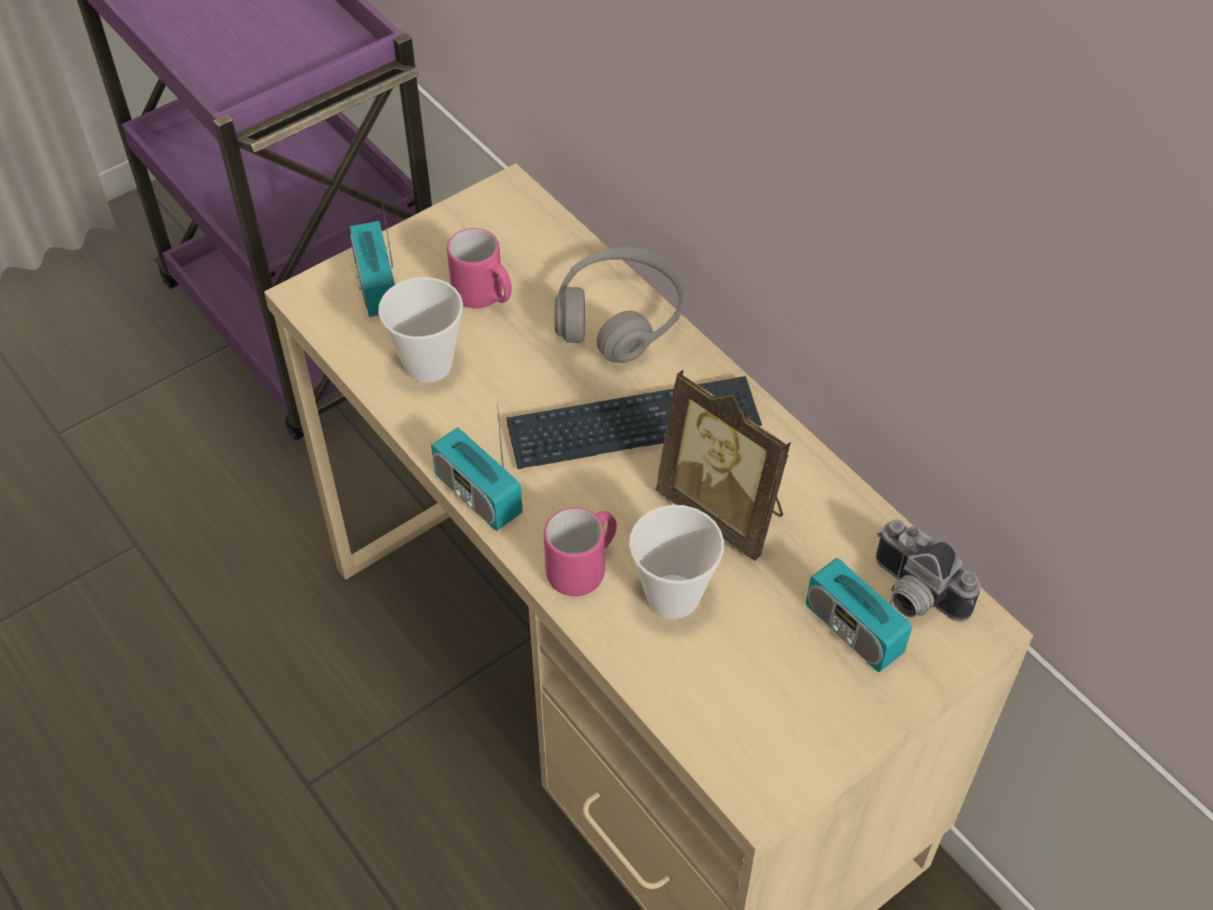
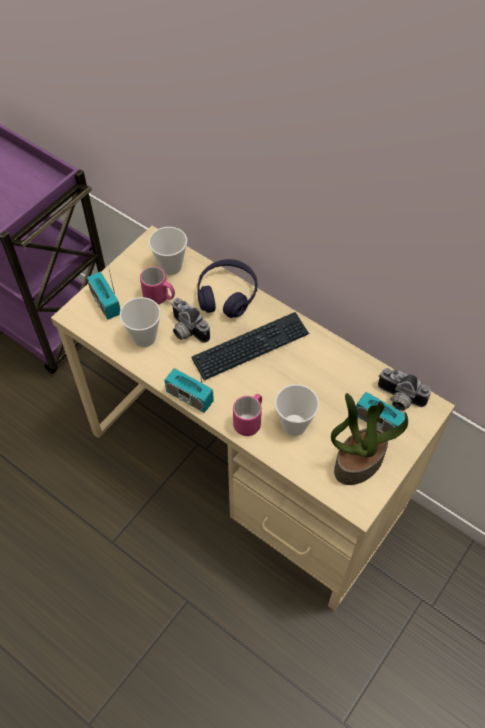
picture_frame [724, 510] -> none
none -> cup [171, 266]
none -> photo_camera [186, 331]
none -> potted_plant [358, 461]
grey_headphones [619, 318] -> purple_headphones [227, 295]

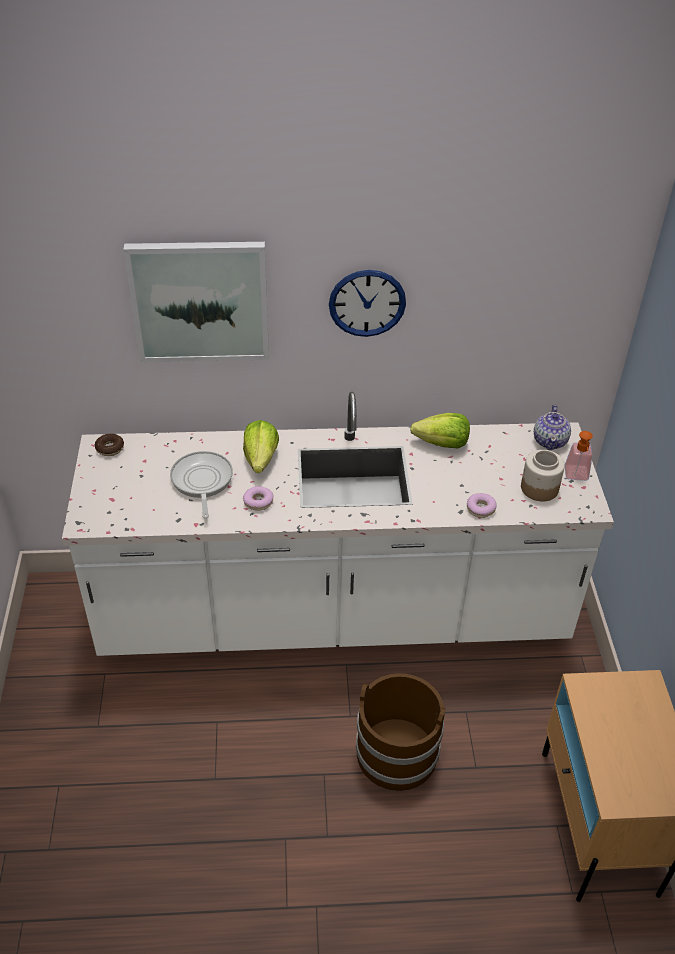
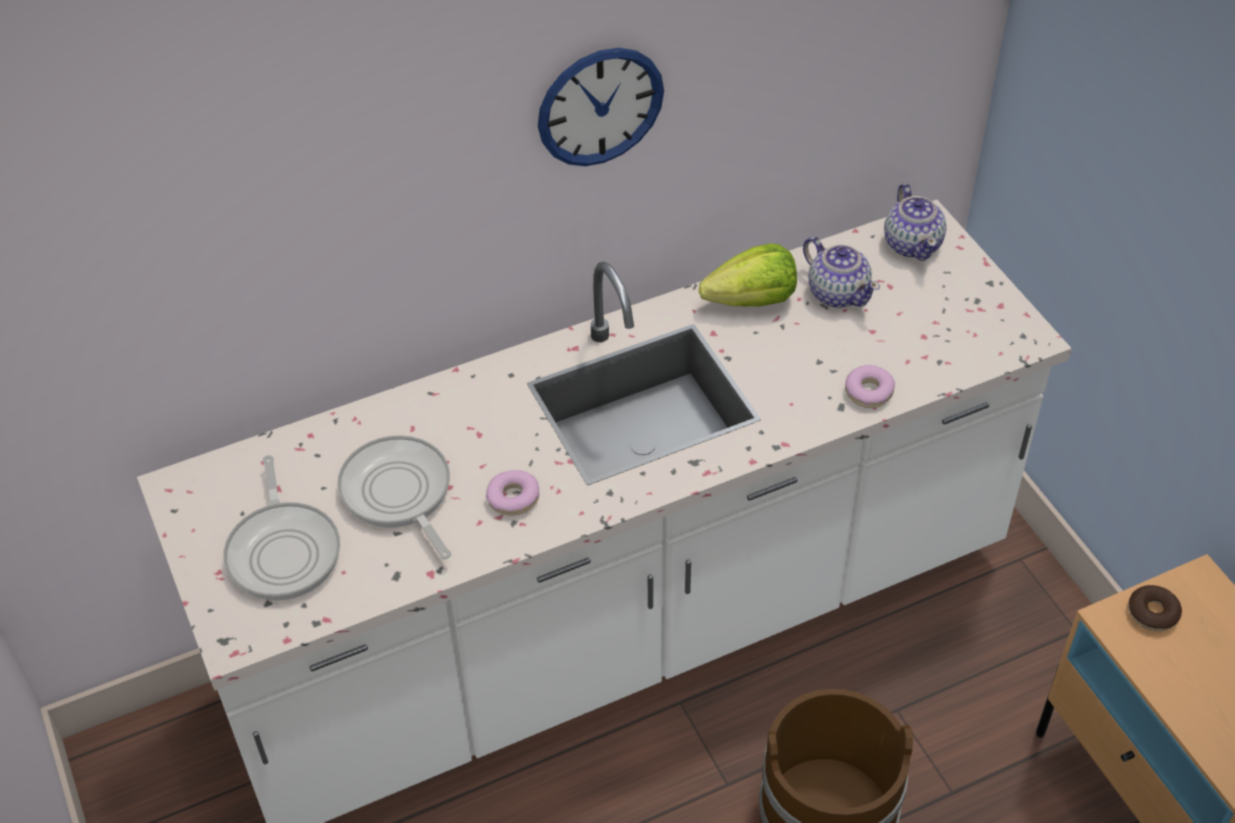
picture [200, 301] -> none
lettuce [260, 459] -> none
jar [539, 488] -> none
soap_dispenser [576, 477] -> none
none -> frying_pan [284, 550]
none -> teapot [837, 292]
donut [110, 448] -> donut [1152, 613], relocated

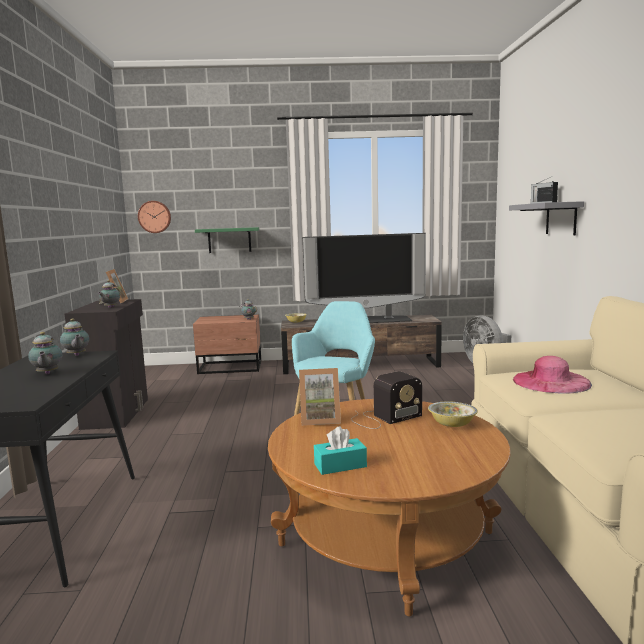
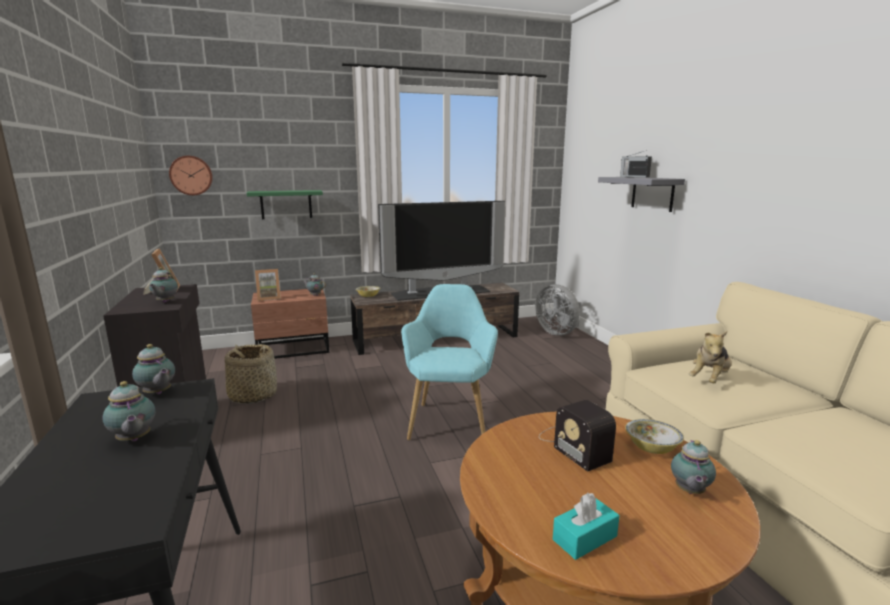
none -> basket [252, 395]
none -> teapot [689, 491]
picture_frame [320, 419] -> picture_frame [269, 298], relocated
pink_hat [551, 381] -> plush_toy [709, 379]
radio [383, 418] -> radio [572, 445], 105 degrees clockwise

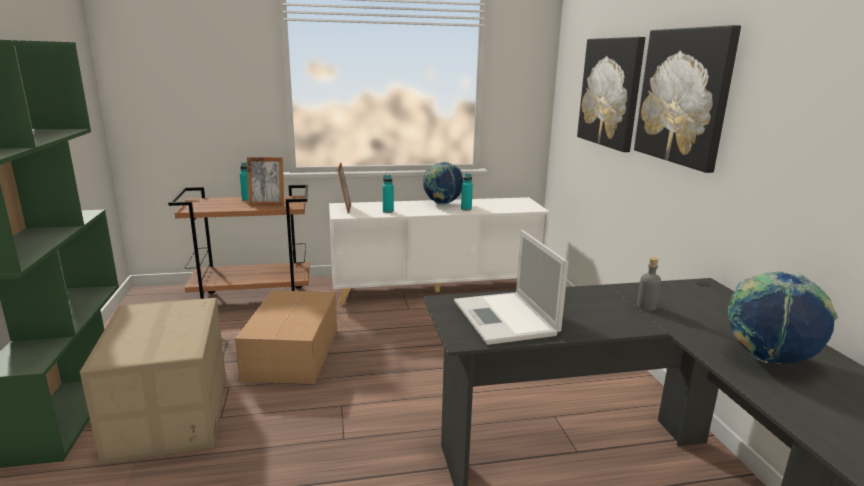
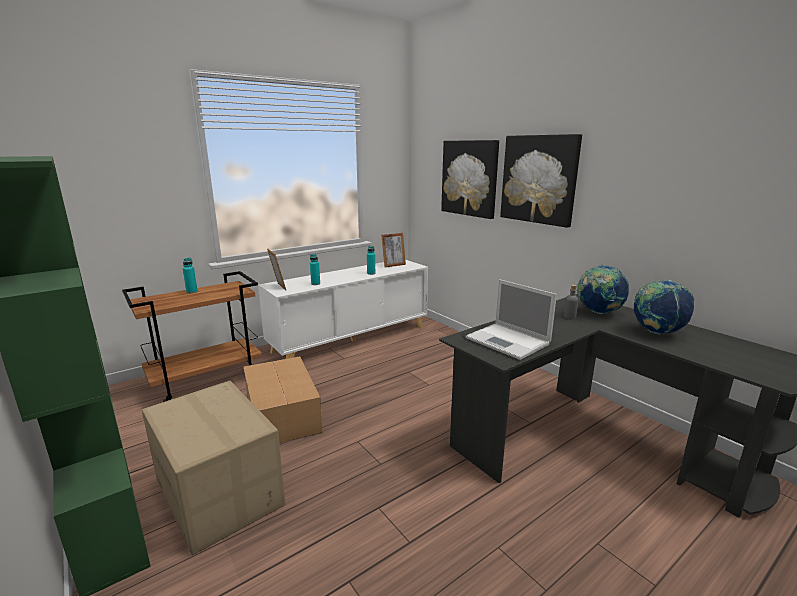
picture_frame [267, 204] -> picture_frame [393, 265], relocated
globe [442, 204] -> globe [598, 312], relocated

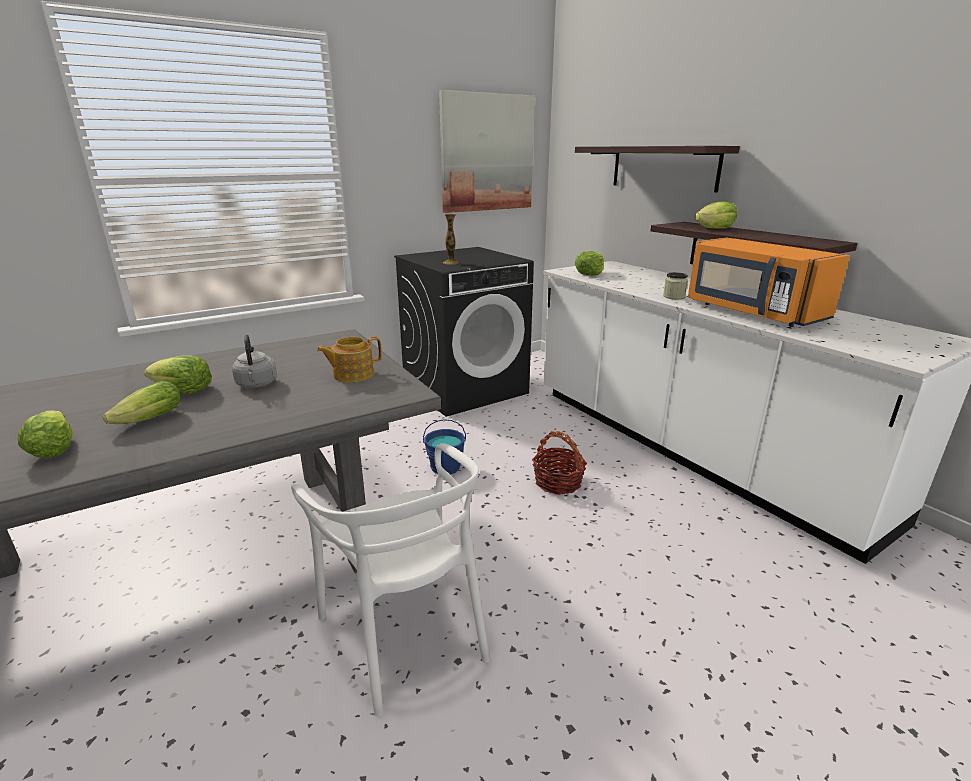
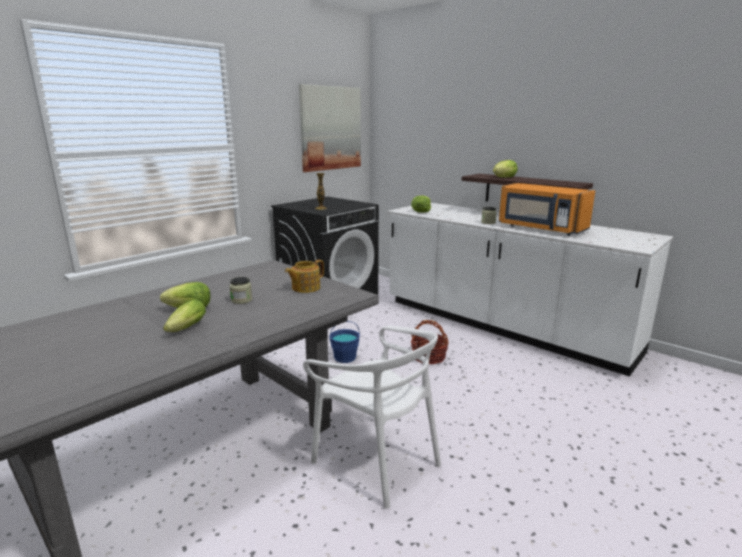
lettuce [55, 446] -> none
shelf [663, 167] -> none
grey_kettle [256, 385] -> jar [241, 300]

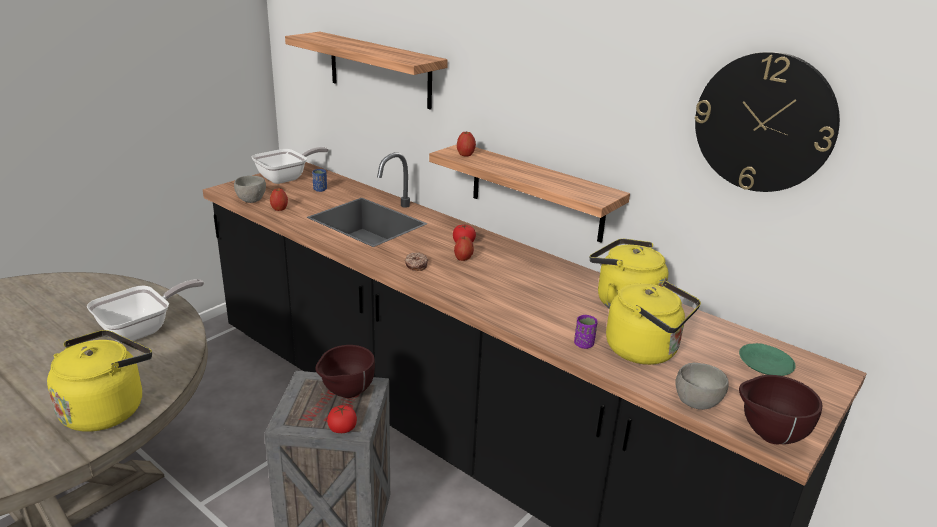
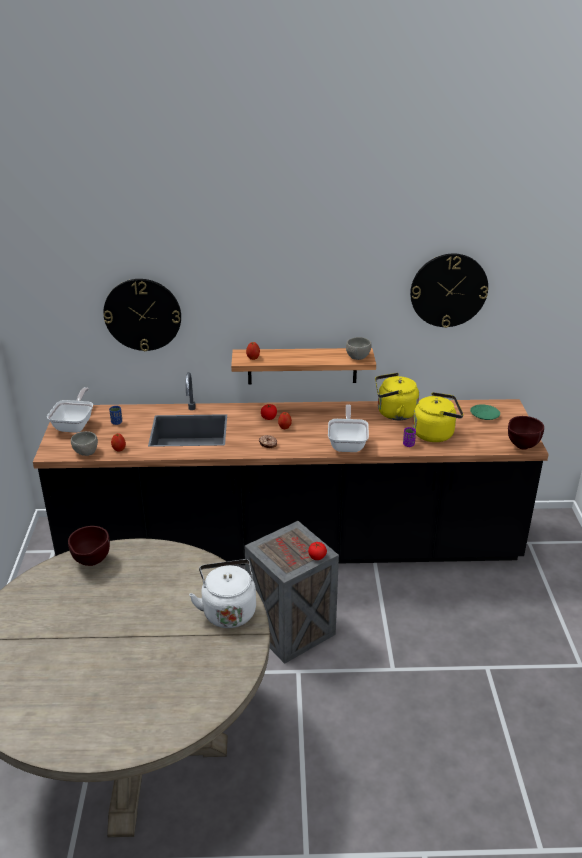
frying_pan [142, 329] -> frying_pan [348, 443], relocated
brown_bowl [346, 394] -> brown_bowl [91, 563], relocated
grey_bowl [696, 401] -> grey_bowl [357, 356], relocated
shelf [379, 70] -> wall_clock [142, 314]
yellow_kettle [107, 408] -> white_kettle [228, 610]

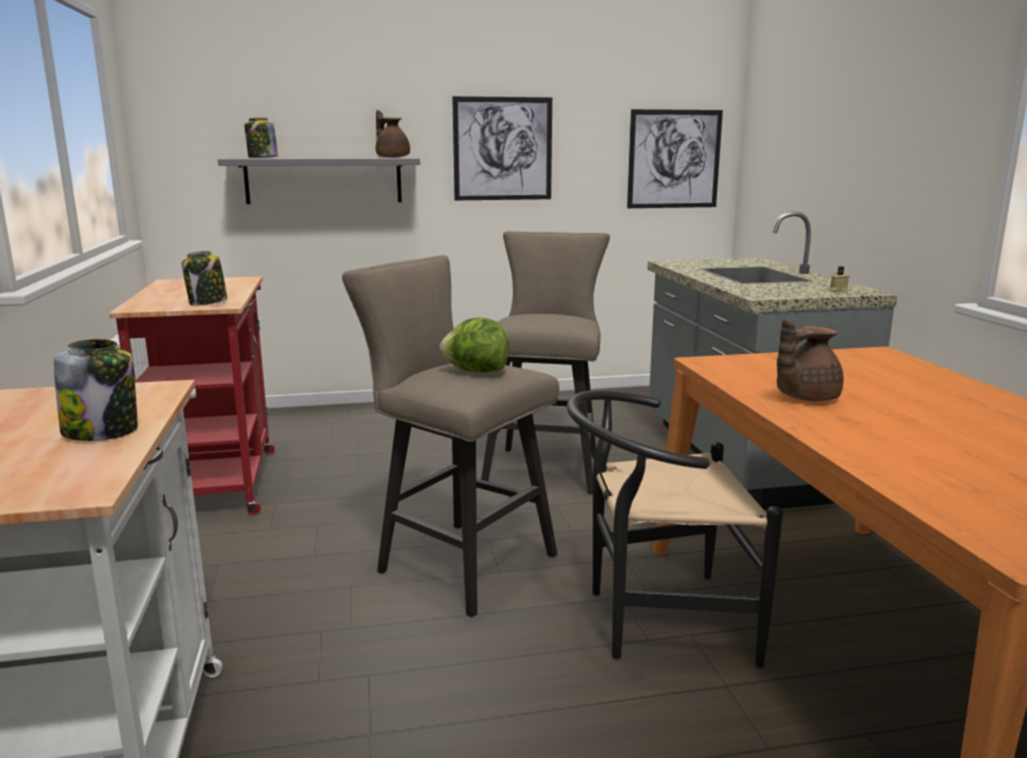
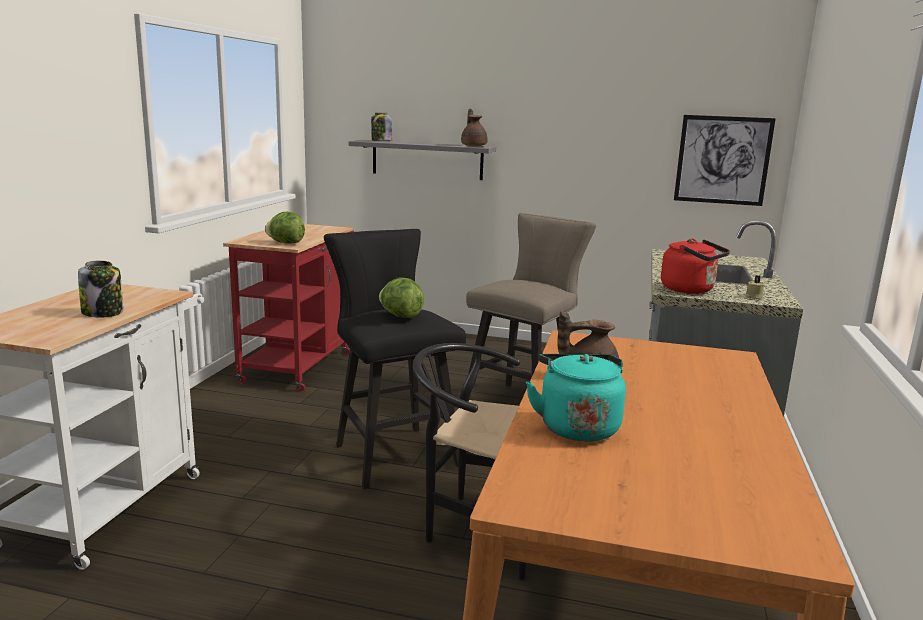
picture [502, 149] -> none
none -> turquoise_kettle [577, 426]
none -> red_kettle [690, 290]
jar [207, 302] -> lettuce [285, 243]
beige_stool [457, 561] -> black_stool [391, 452]

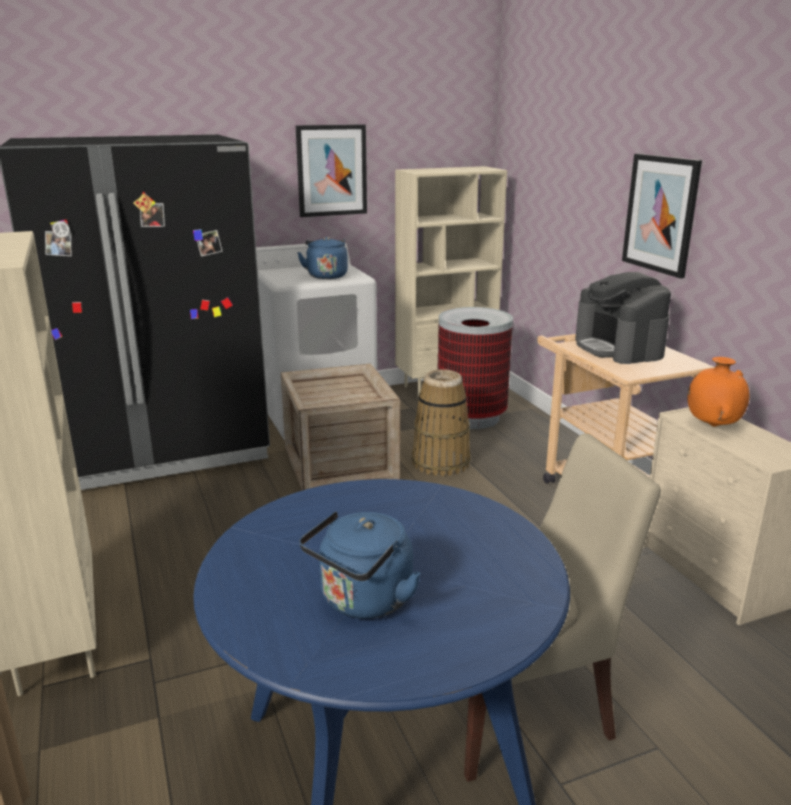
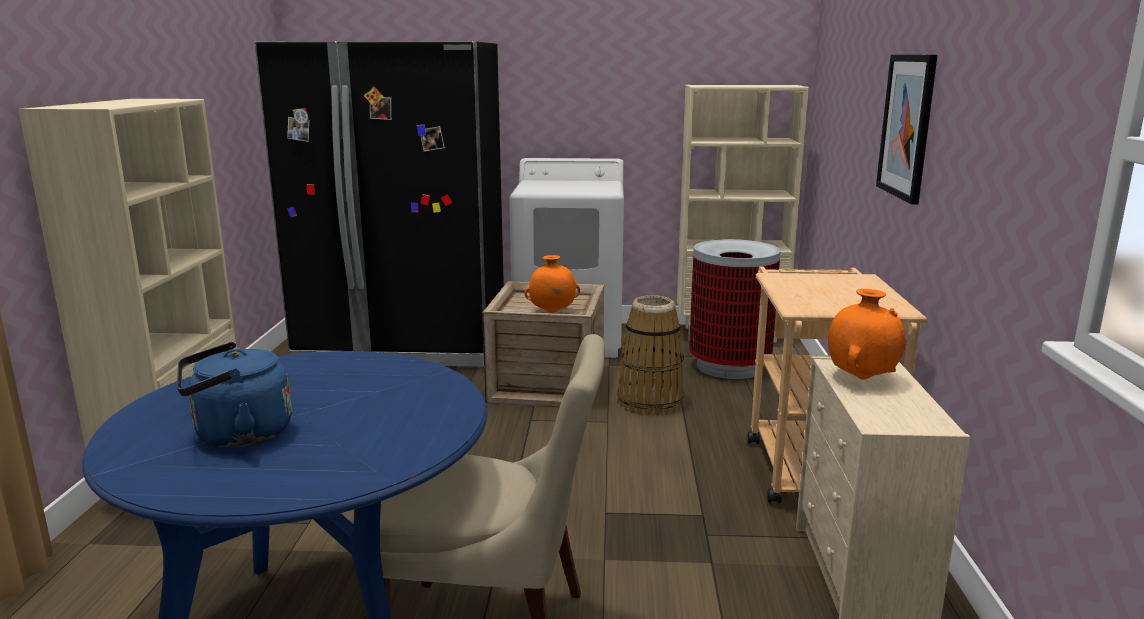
picture [331, 170] -> none
blue_kettle [326, 276] -> none
coffee_machine [618, 348] -> none
none -> orange_vase [552, 312]

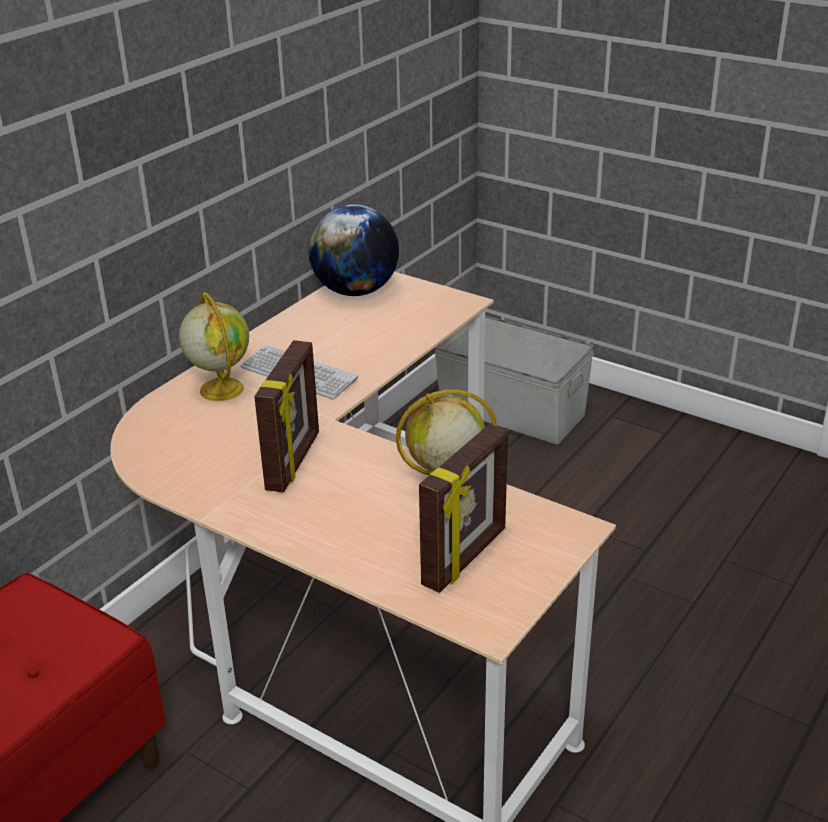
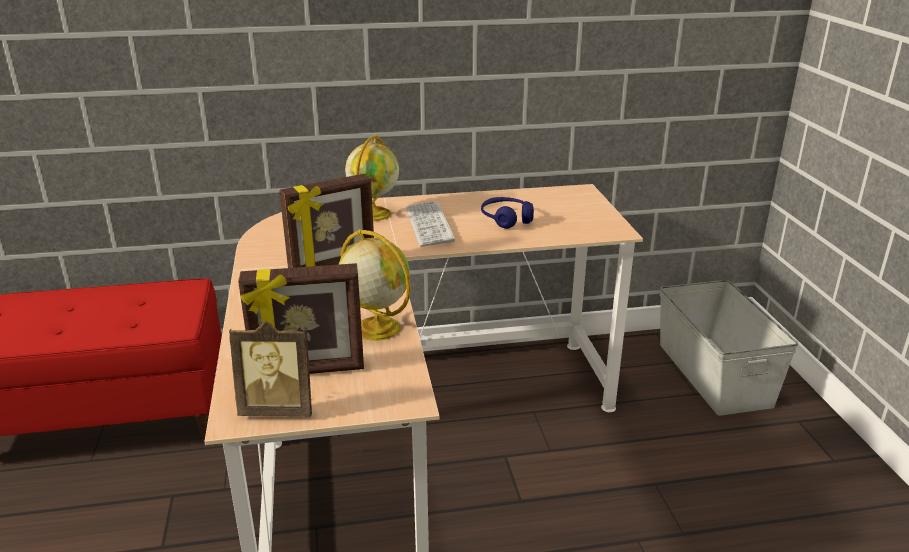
globe [356, 291] -> none
none -> picture_frame [278, 408]
none -> blue_headphones [506, 219]

